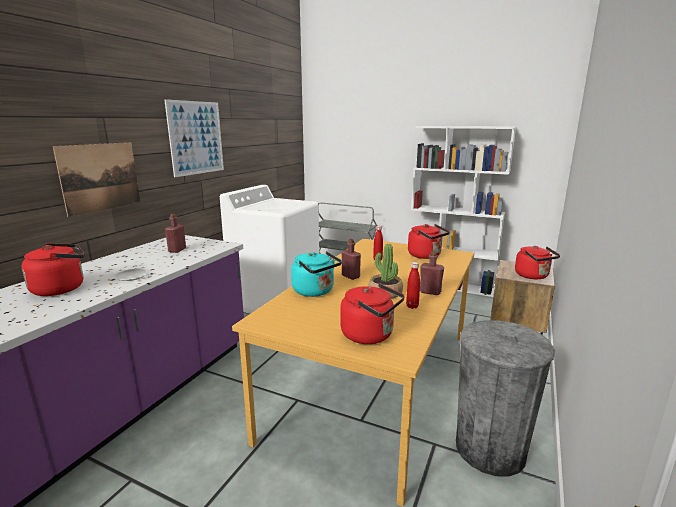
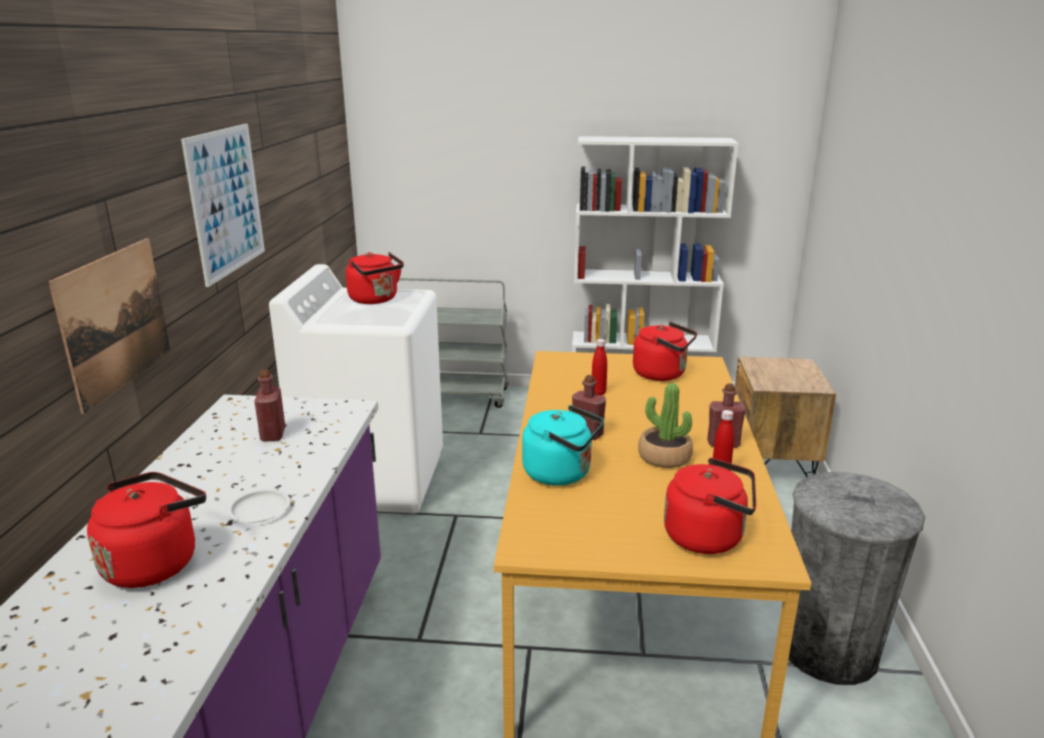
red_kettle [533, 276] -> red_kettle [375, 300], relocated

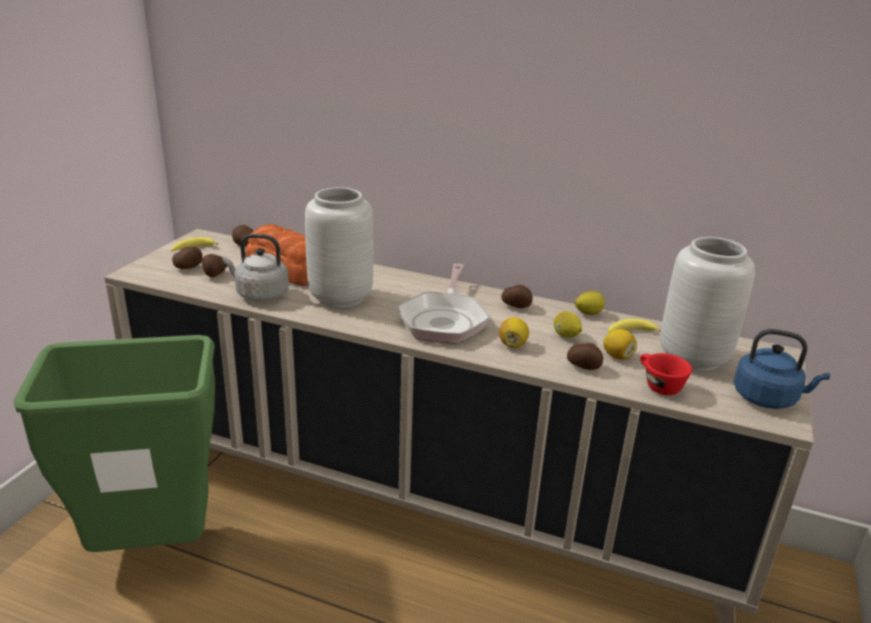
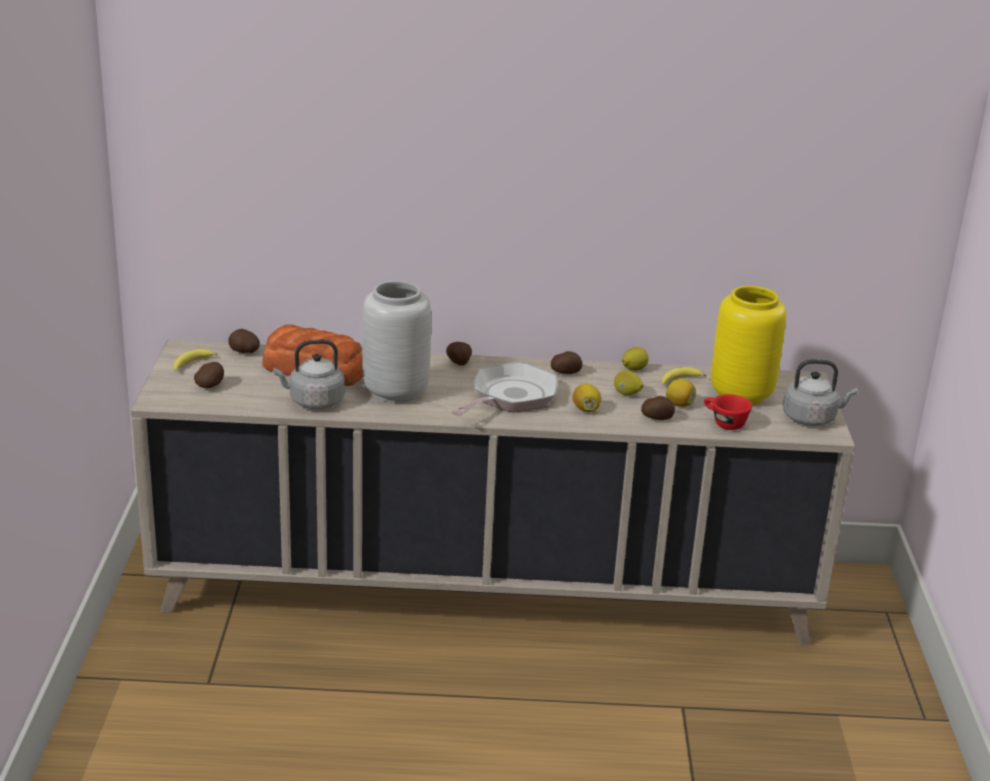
green_trash_can [155, 547] -> none
potato [214, 274] -> potato [459, 362], relocated
grey_vase [692, 358] -> yellow_vase [740, 395]
blue_kettle [768, 398] -> grey_kettle [812, 418]
frying_pan [444, 320] -> frying_pan [510, 397], 135 degrees counterclockwise

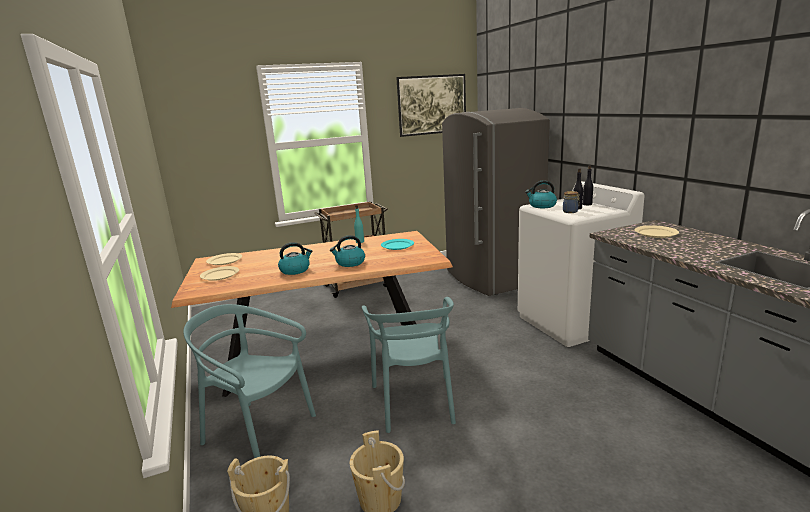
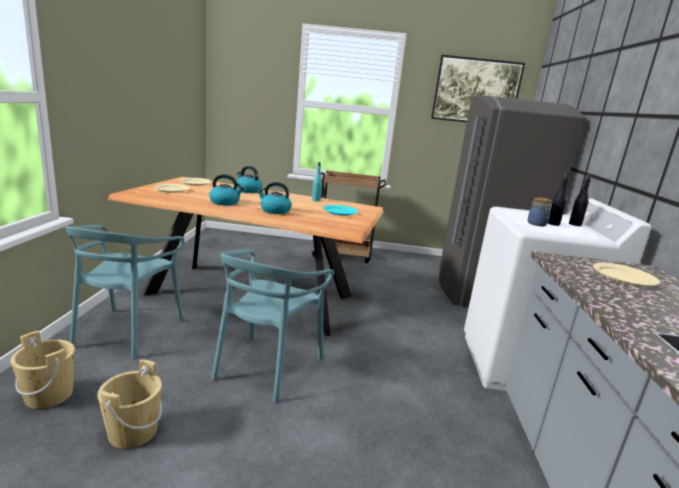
kettle [542, 206] -> kettle [248, 190], relocated
turquoise_chair [258, 433] -> turquoise_chair [127, 331], 135 degrees counterclockwise

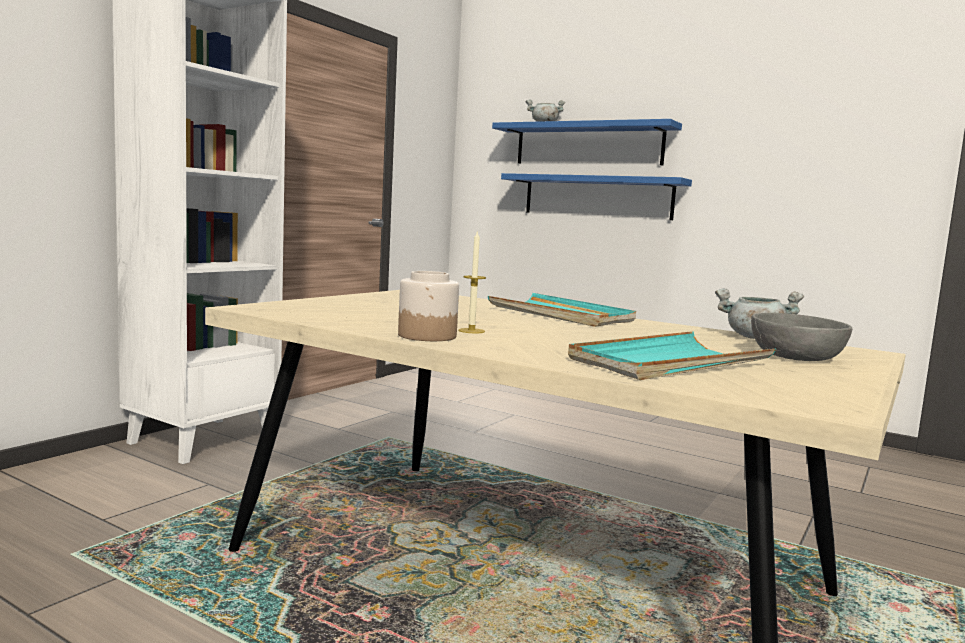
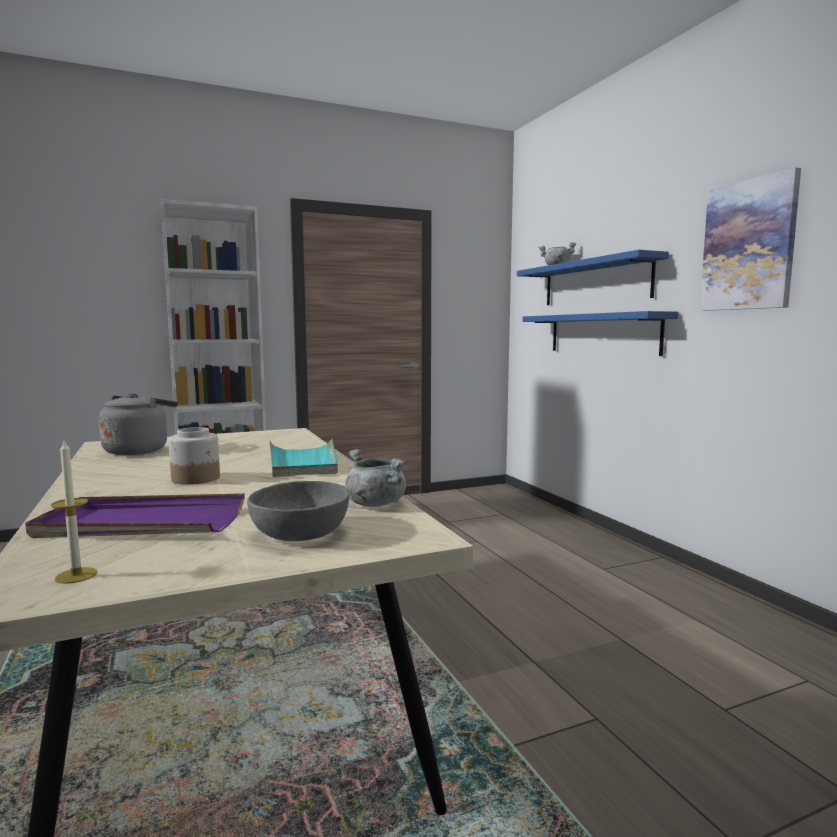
none -> grey_kettle [138, 450]
none -> picture [748, 245]
jar [428, 336] -> jar [196, 478], relocated
candle [471, 331] -> candle [76, 575], relocated
turquoise_tray [669, 362] -> purple_tray [142, 523]

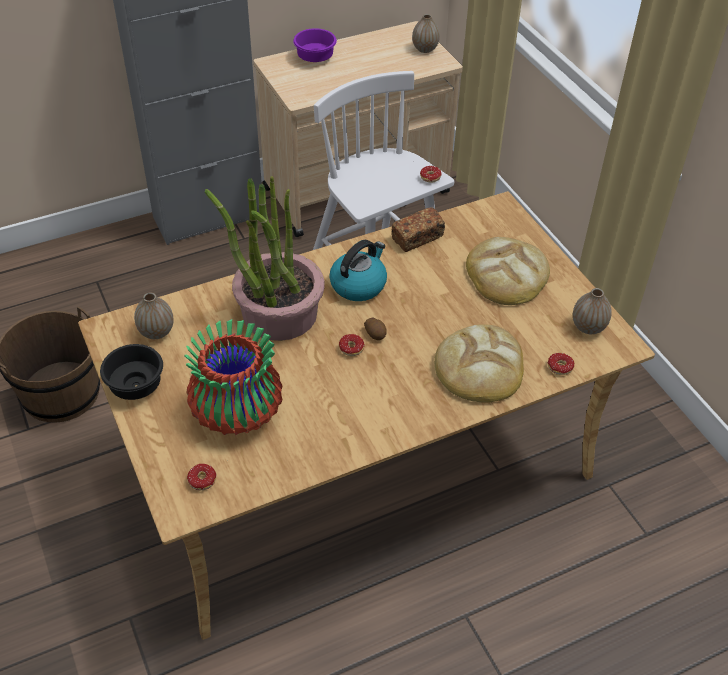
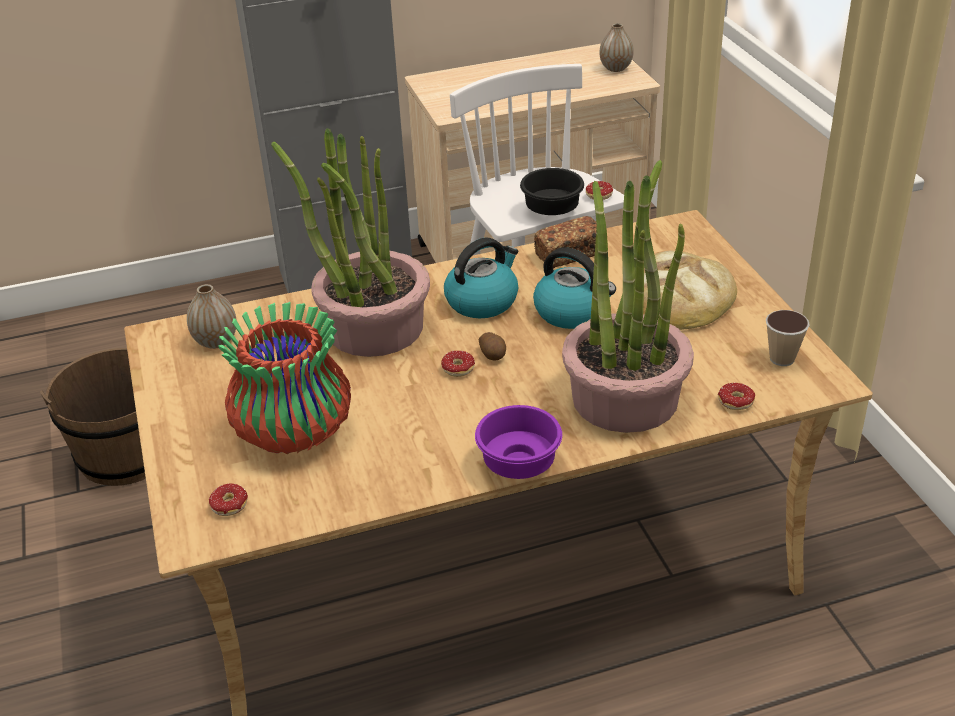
none -> kettle [573, 312]
black_bowl [138, 385] -> black_bowl [553, 209], relocated
purple_bowl [316, 57] -> purple_bowl [521, 462], relocated
bread [480, 367] -> potted_plant [625, 397]
vase [588, 327] -> cup [782, 358]

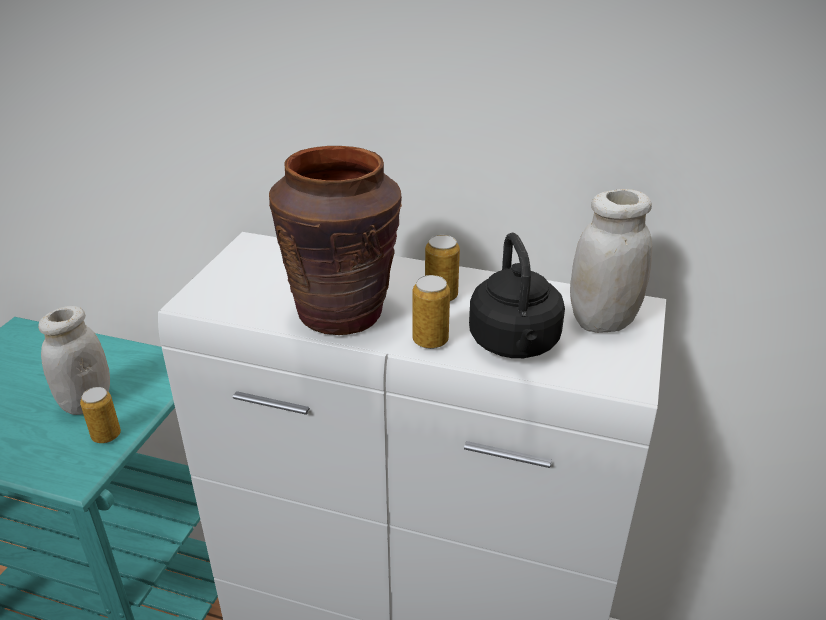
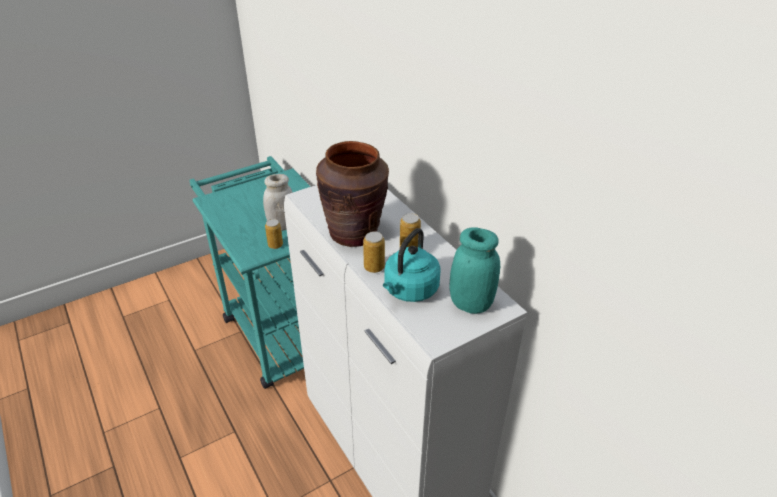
black_kettle [515, 344] -> turquoise_kettle [409, 291]
white_jar [602, 321] -> turquoise_jar [470, 304]

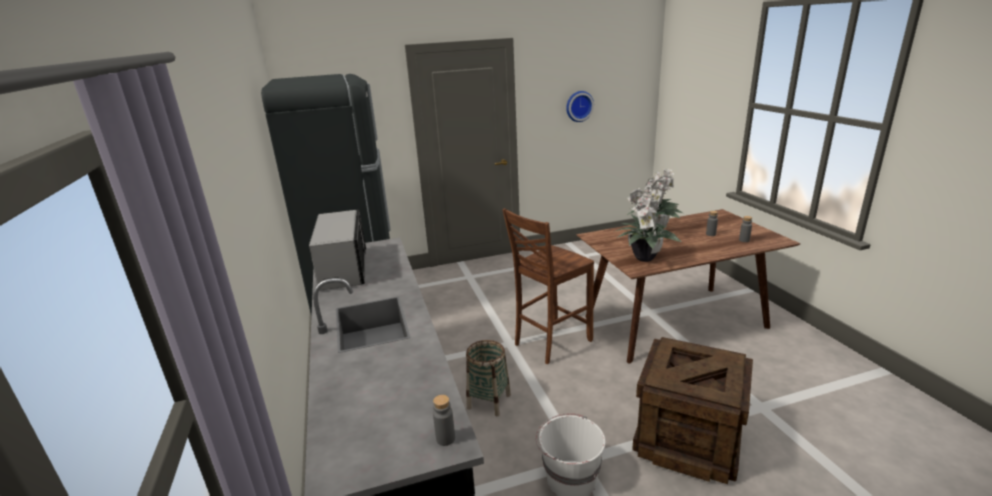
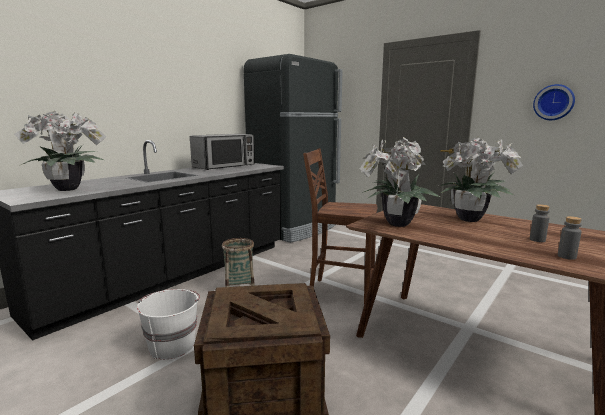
grey_bottle [445, 439] -> none
none -> potted_plant [70, 189]

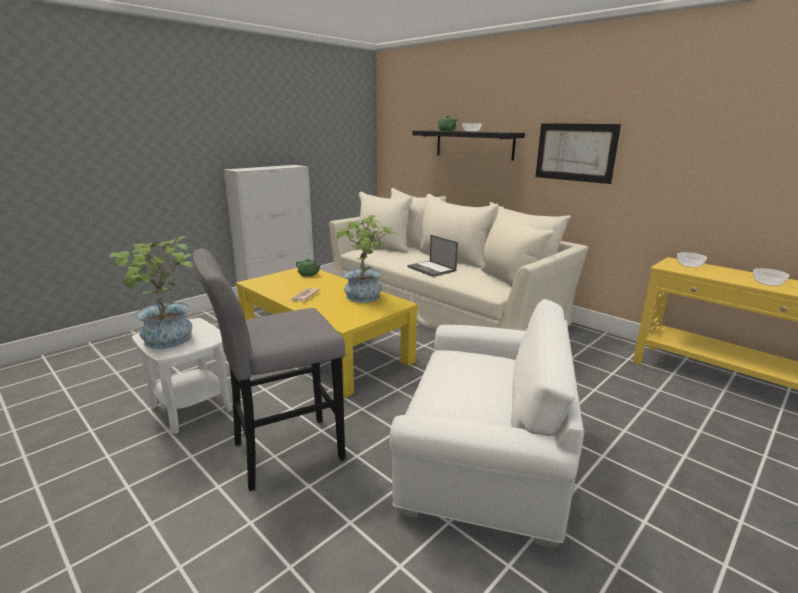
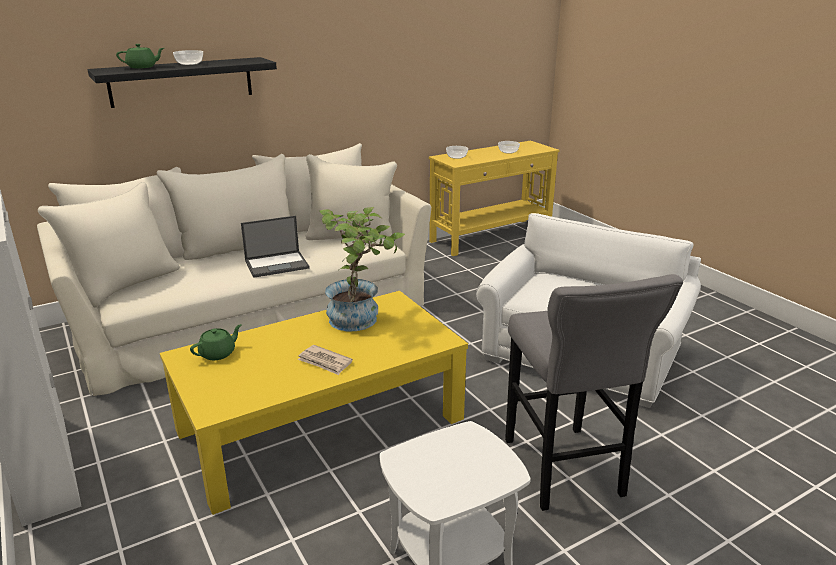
potted_plant [167, 342] -> none
picture [575, 152] -> none

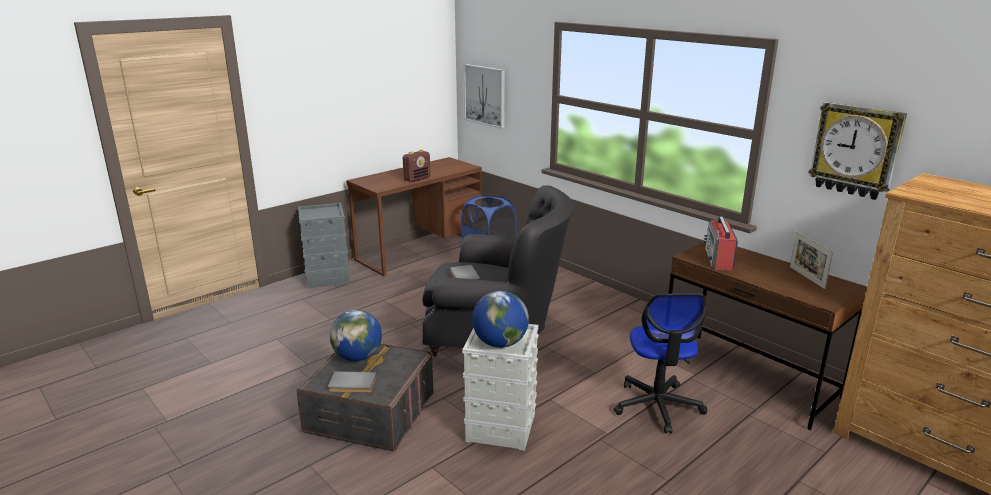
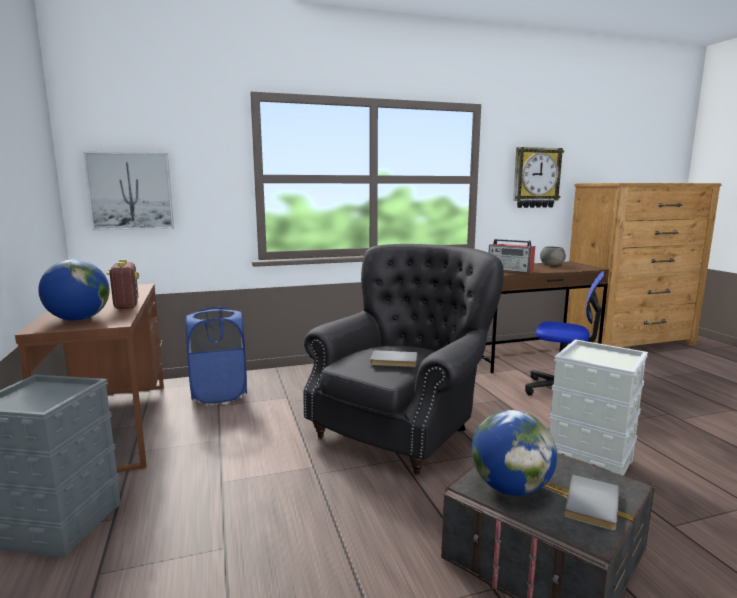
globe [500, 343] -> globe [79, 319], relocated
picture_frame [806, 277] -> grey_bowl [552, 265]

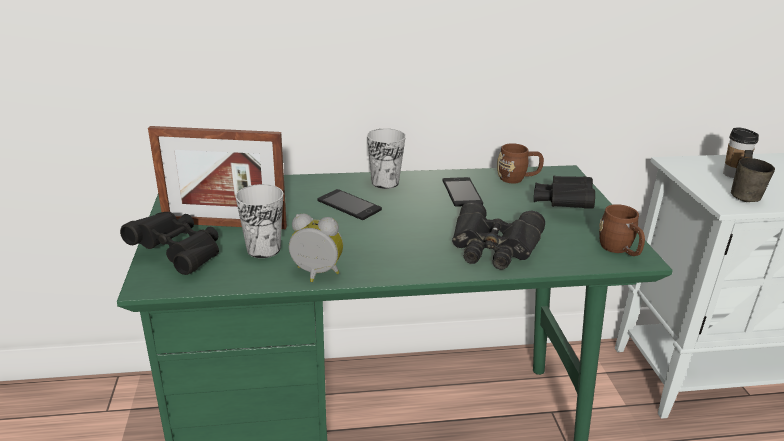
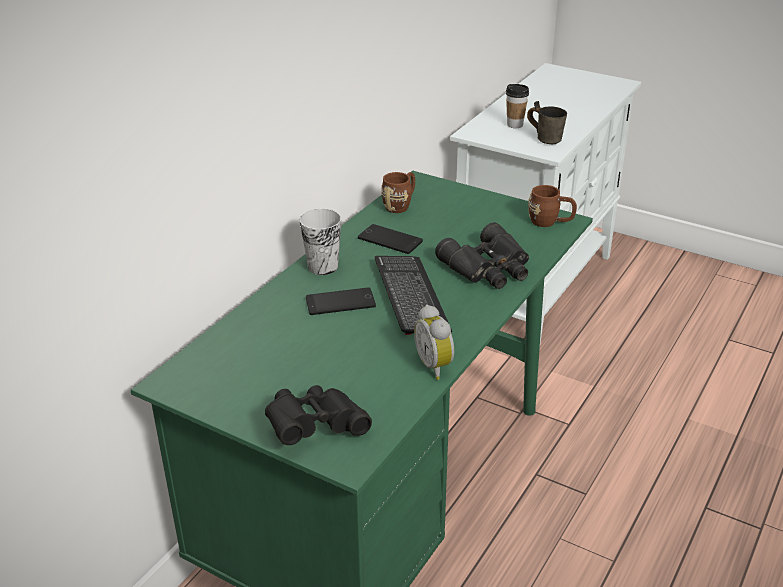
picture_frame [224, 224] -> none
cup [263, 249] -> none
black_binoculars [563, 205] -> none
none -> keyboard [411, 296]
alarm_clock [315, 275] -> alarm_clock [436, 366], 75 degrees counterclockwise

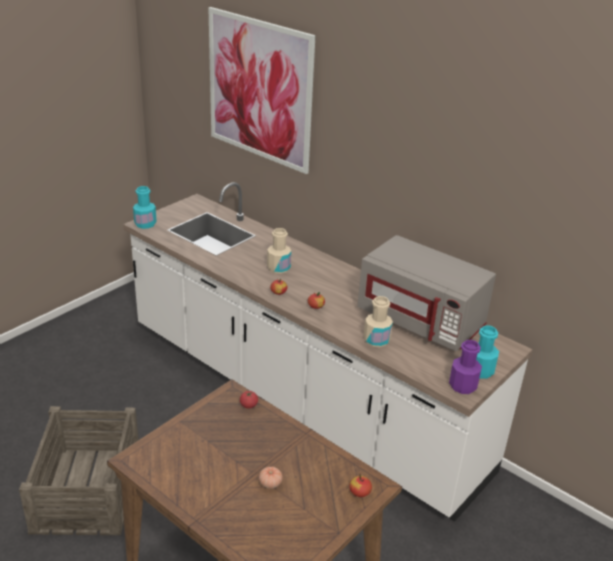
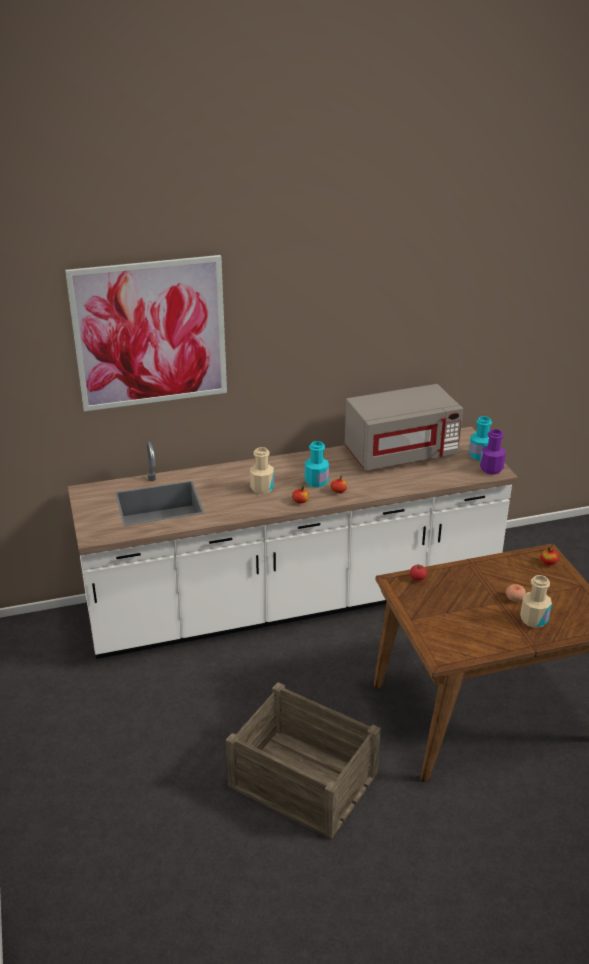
turquoise_bottle [145, 224] -> turquoise_bottle [316, 481], relocated
beige_bottle [376, 340] -> beige_bottle [533, 620], relocated

